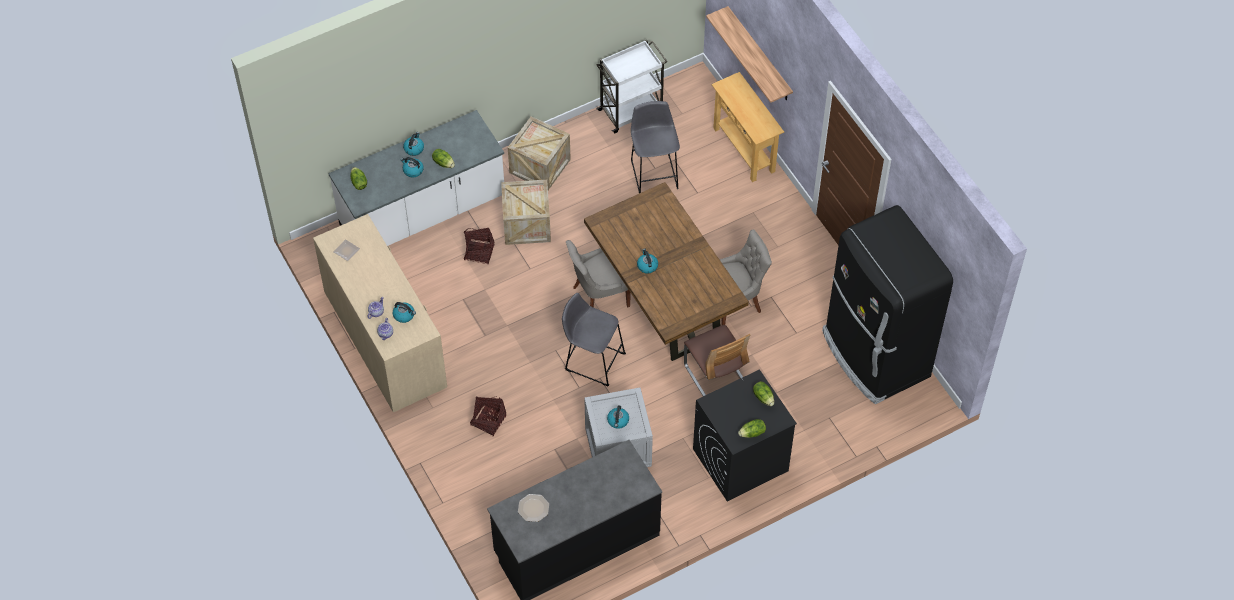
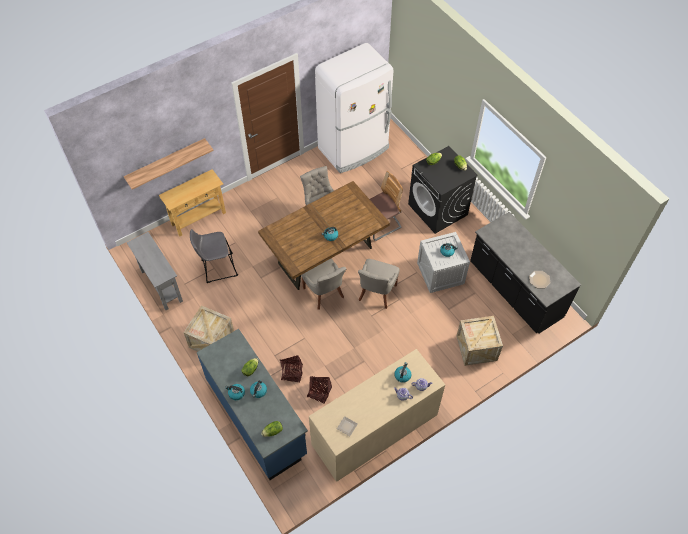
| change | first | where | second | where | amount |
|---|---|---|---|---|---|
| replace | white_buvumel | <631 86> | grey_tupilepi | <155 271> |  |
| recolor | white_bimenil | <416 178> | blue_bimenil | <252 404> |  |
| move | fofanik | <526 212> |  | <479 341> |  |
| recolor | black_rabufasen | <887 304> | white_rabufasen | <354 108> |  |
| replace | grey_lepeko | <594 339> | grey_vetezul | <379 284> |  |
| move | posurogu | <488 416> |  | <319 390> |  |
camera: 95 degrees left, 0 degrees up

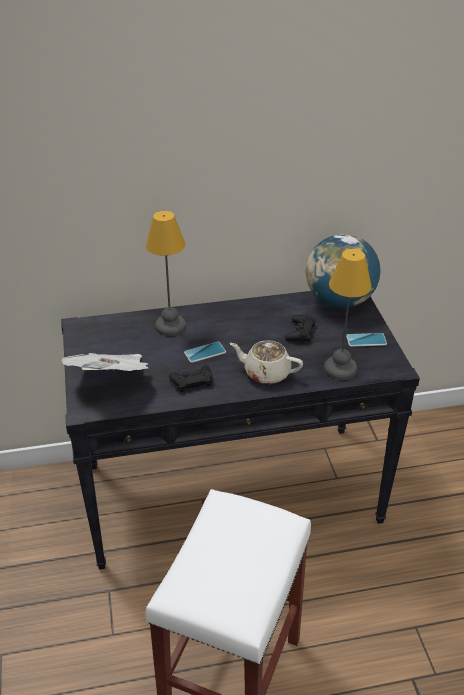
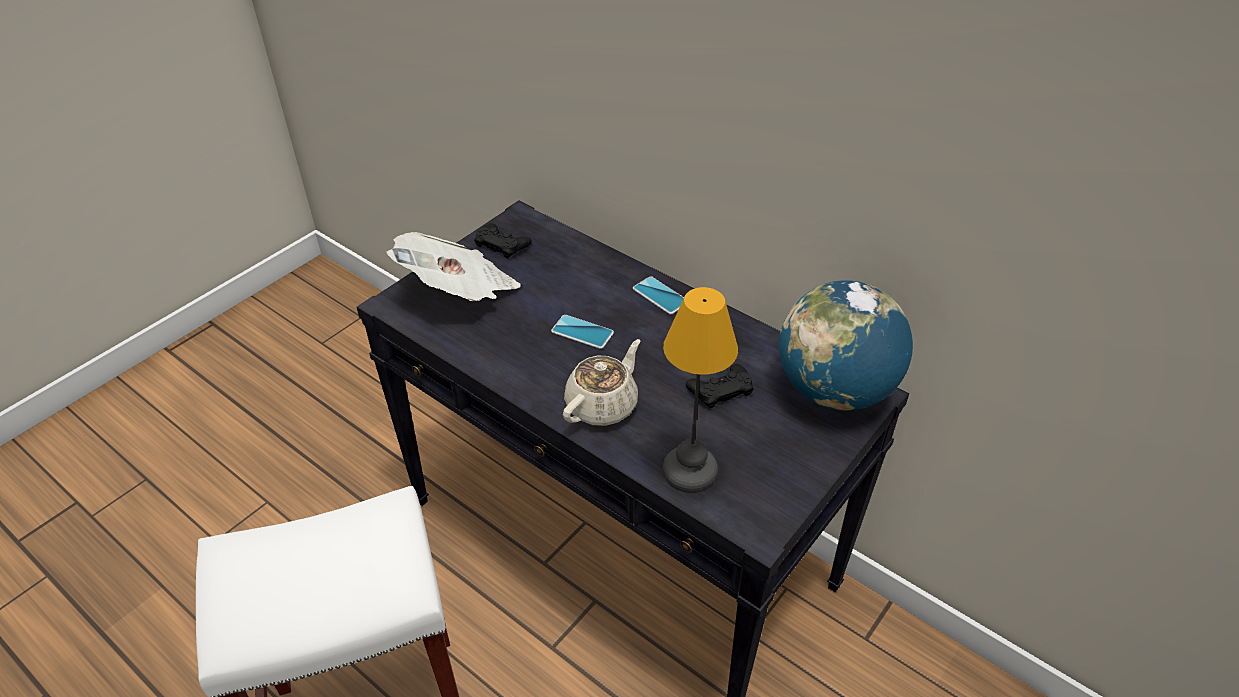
| change | first | where | second | where | amount |
|---|---|---|---|---|---|
| delete | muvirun | <166 273> |  |  |  |
| move | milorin | <366 340> |  | <658 295> |  |
| rotate | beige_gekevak | <266 362> |  | <601 382> | 60 degrees clockwise |
| move | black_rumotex | <190 379> |  | <503 240> |  |
camera: 50 degrees right, 5 degrees up

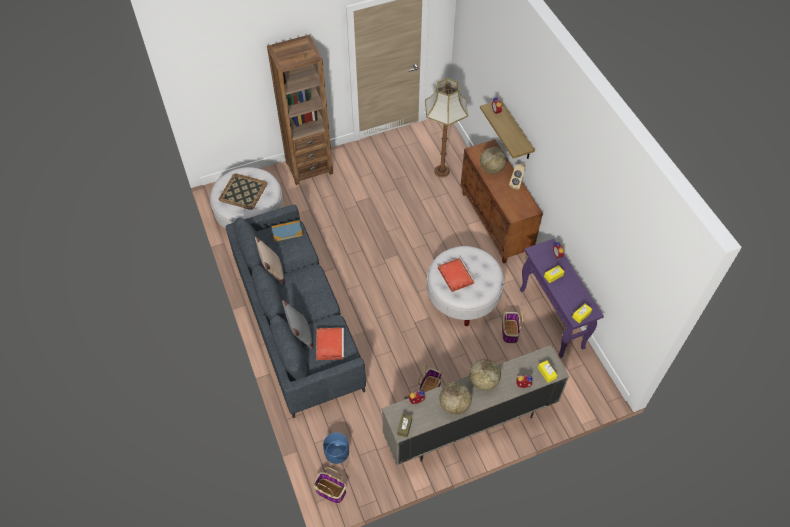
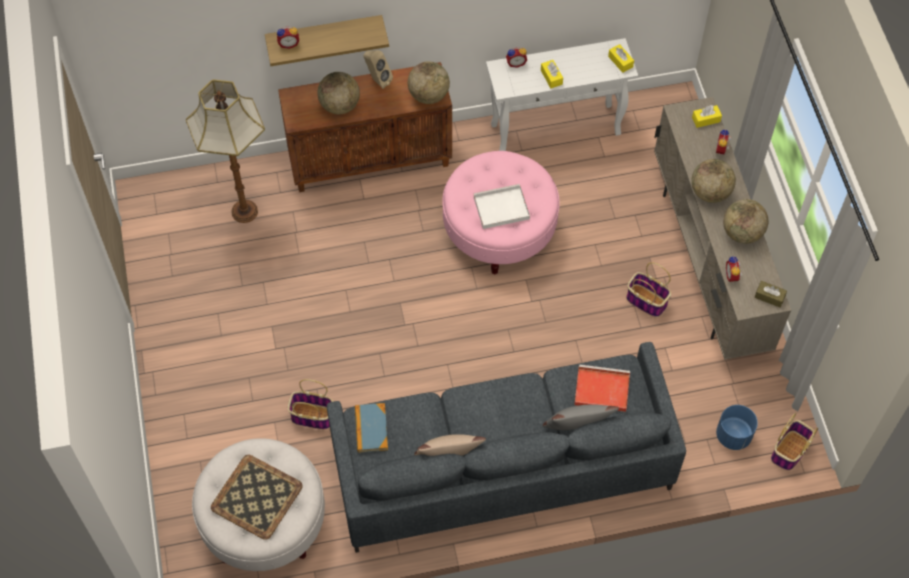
| change | first | where | second | where | amount |
|---|---|---|---|---|---|
| delete | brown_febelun | <300 110> |  |  |  |
| recolor | purple_tupilepi | <562 298> | white_tupilepi | <562 94> |  |
| recolor | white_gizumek | <465 286> | pink_gizumek | <501 212> |  |
| recolor | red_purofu | <456 275> | white_purofu | <502 206> |  |
| move | posurogu | <512 326> |  | <311 404> |  |
| insert |  |  | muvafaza | <429 82> |  |
camera: 80 degrees left, 5 degrees up

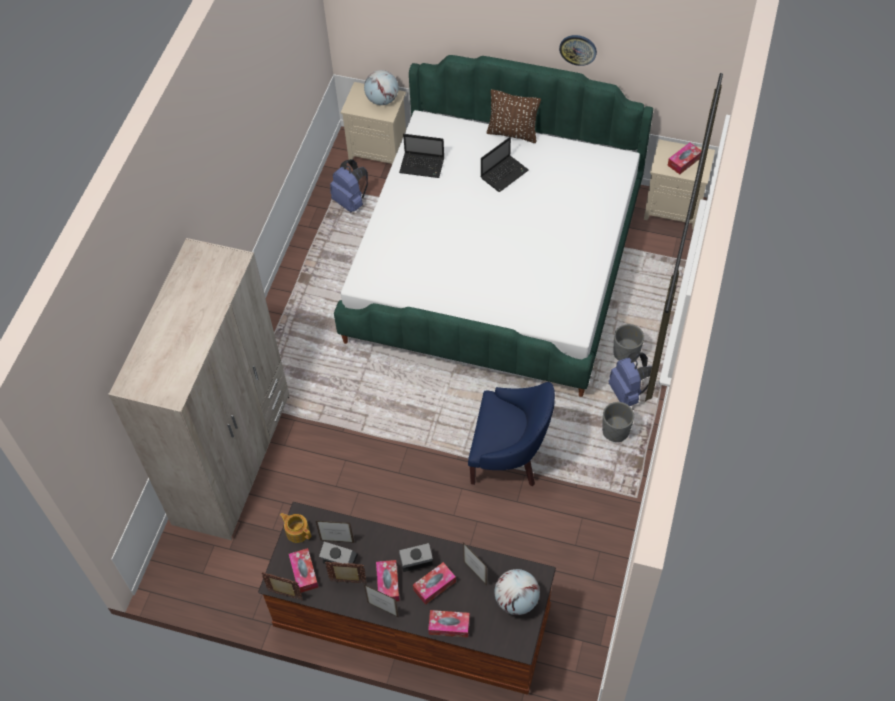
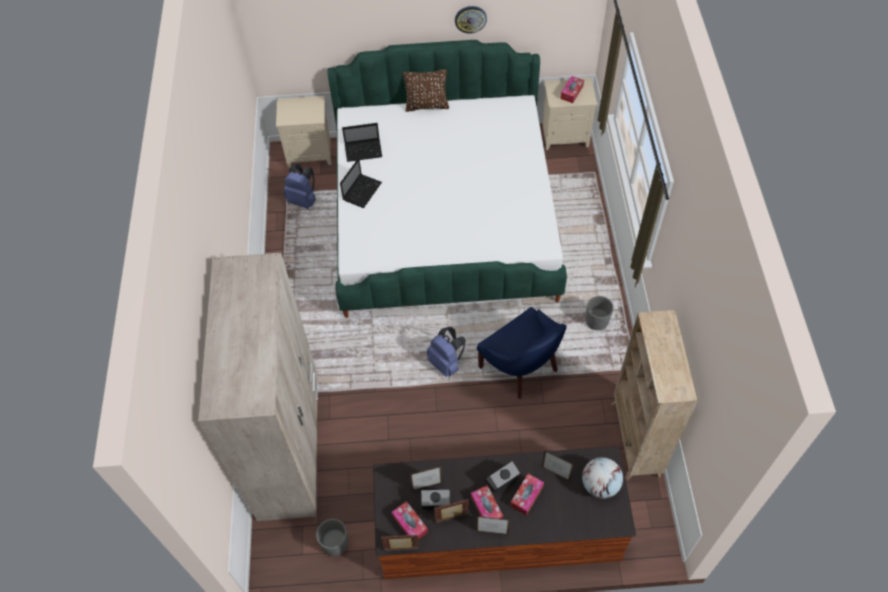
| change | first | where | second | where | amount |
|---|---|---|---|---|---|
| delete | muvafaza | <381 87> |  |  |  |
| move | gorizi | <505 164> |  | <361 183> |  |
| move | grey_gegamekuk | <628 342> |  | <332 537> |  |
| move | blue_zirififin | <630 379> |  | <446 352> |  |
| rotate | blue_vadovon | <511 434> |  | <522 353> | 60 degrees clockwise |
| delete | gekevak | <295 528> |  |  |  |
| delete | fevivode | <449 624> |  |  |  |
| insert |  |  | beige_febelun | <654 395> |  |
camera: 20 degrees left, 0 degrees up

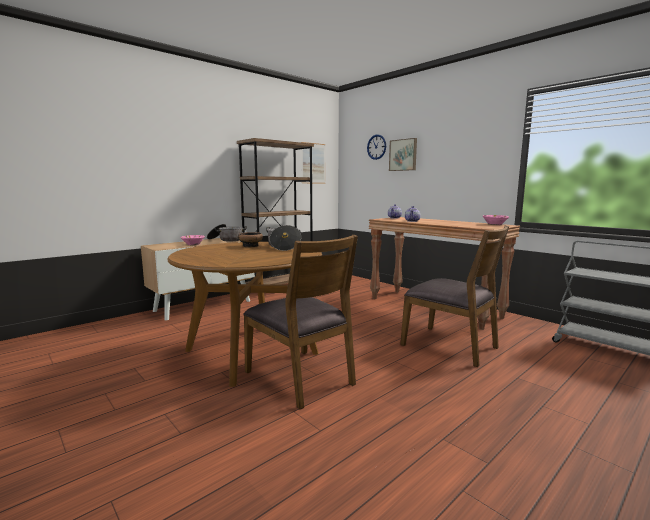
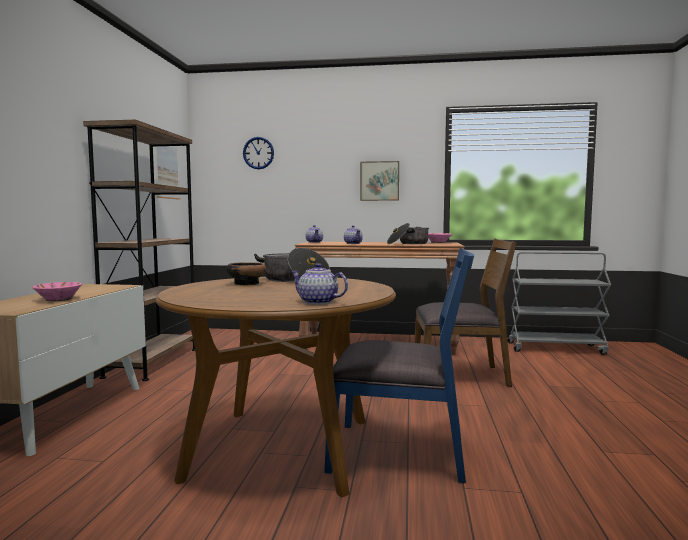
| change | first | where | second | where | amount |
|---|---|---|---|---|---|
| move | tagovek | <403 154> |  | <379 181> |  |
| move | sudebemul | <227 232> |  | <408 233> |  |
| recolor | brown_vetezul | <300 322> | blue_vetezul | <399 365> |  |
| insert |  |  | gekevak | <319 283> |  |
camera: 40 degrees left, 5 degrees down

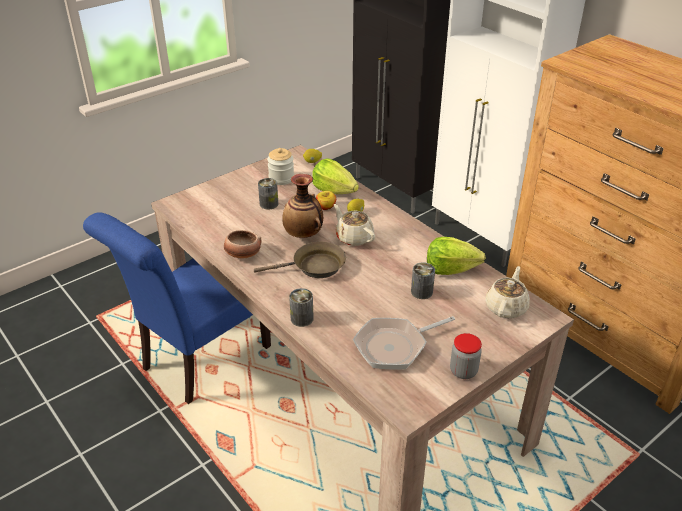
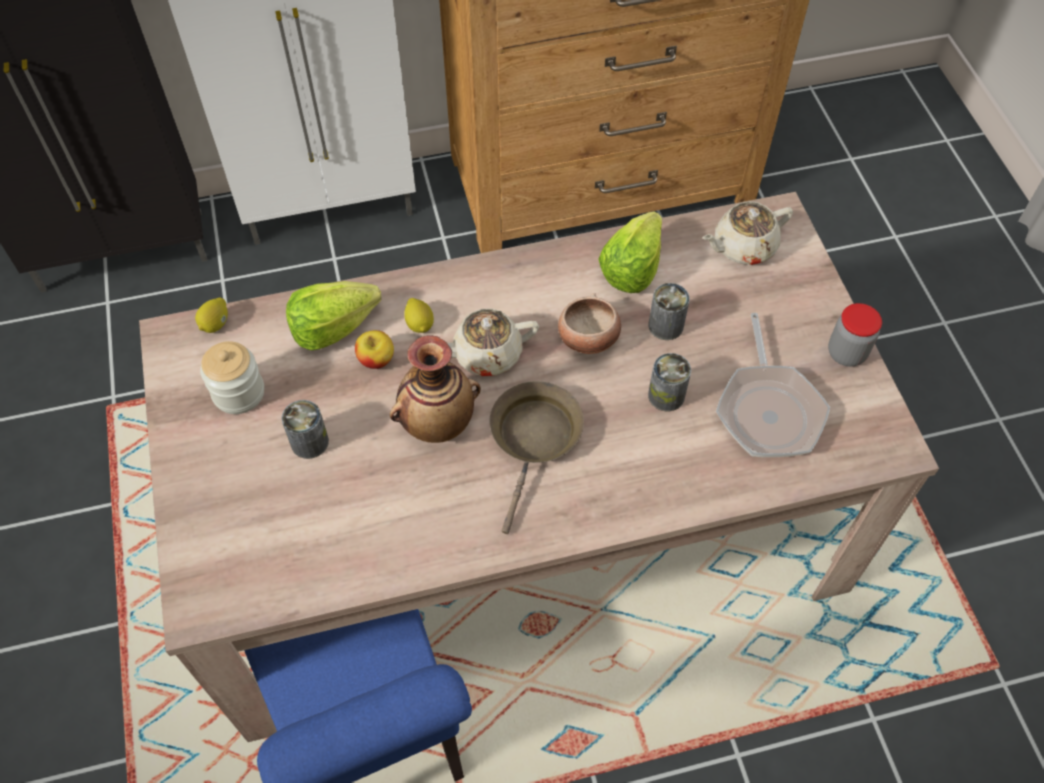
| change | first | where | second | where | amount |
|---|---|---|---|---|---|
| move | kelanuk | <243 244> |  | <589 323> |  |
| rotate | beige_gekevak | <507 292> |  | <747 233> | 75 degrees counterclockwise |
| move | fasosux | <301 307> |  | <669 382> |  |
camera: 65 degrees left, 20 degrees up

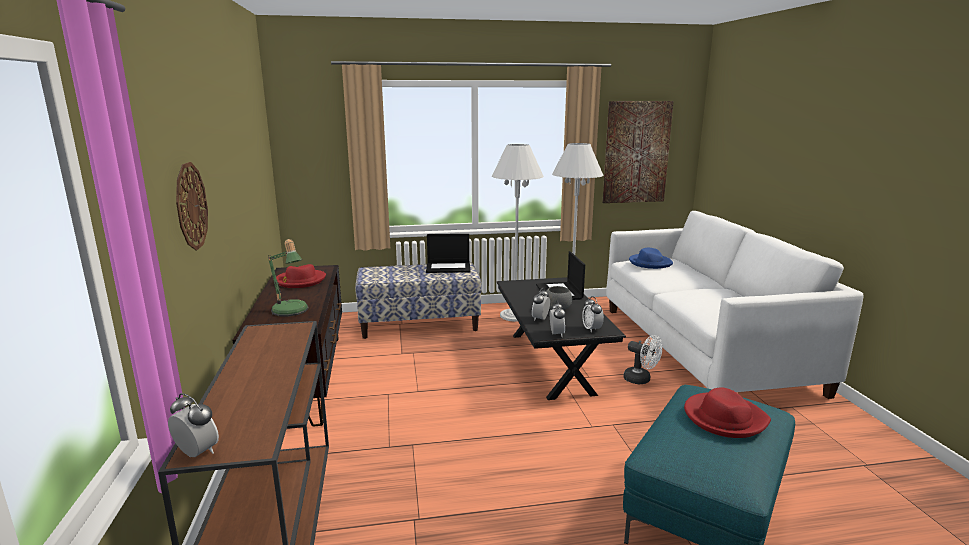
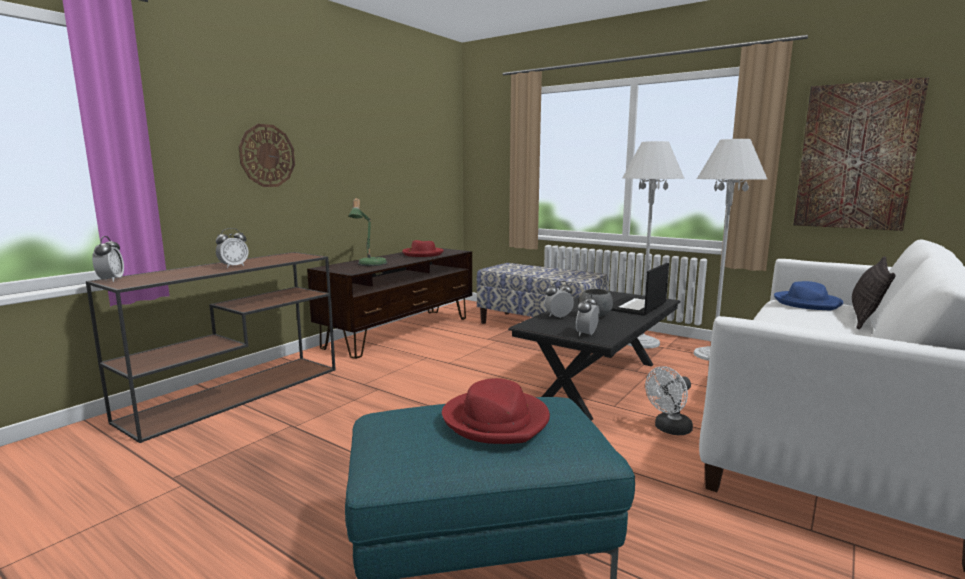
| change | first | where | second | where | amount |
|---|---|---|---|---|---|
| delete | gorizi | <448 253> |  |  |  |
| move | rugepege | <557 318> |  | <232 248> |  |
| rotate | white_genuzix | <642 359> |  | <669 400> | 60 degrees clockwise |
| insert |  |  | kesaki | <874 292> |  |
camera: 45 degrees right, 5 degrees down

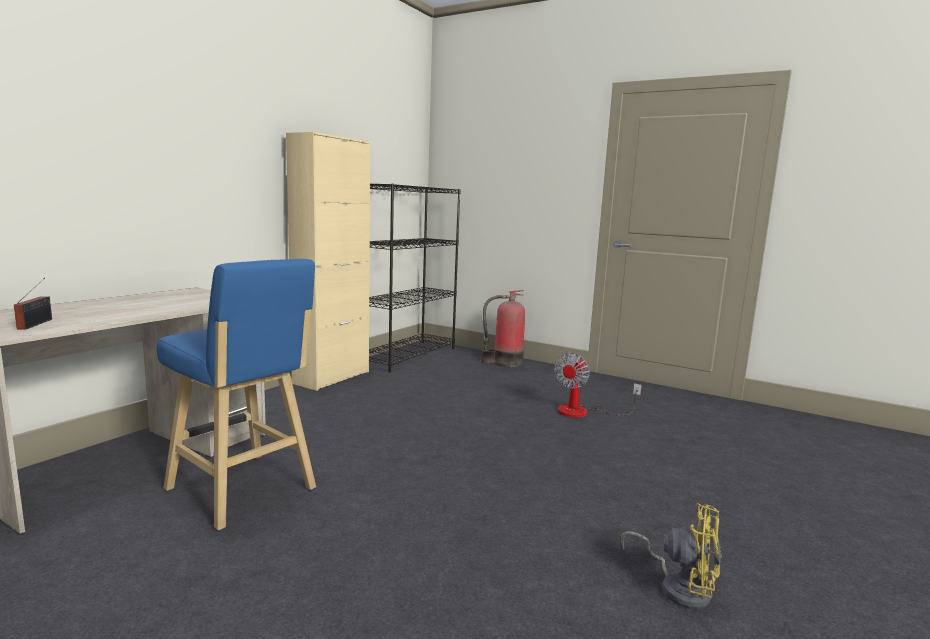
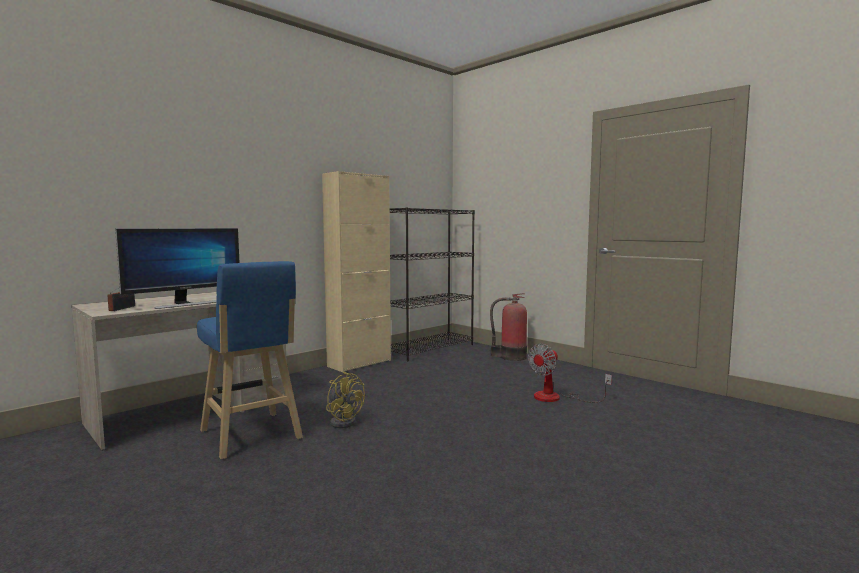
| change | first | where | second | where | amount |
|---|---|---|---|---|---|
| move | yellow_genuzix | <670 556> |  | <345 400> |  |
| insert |  |  | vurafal | <177 268> |  |
camera: 15 degrees right, 5 degrees down

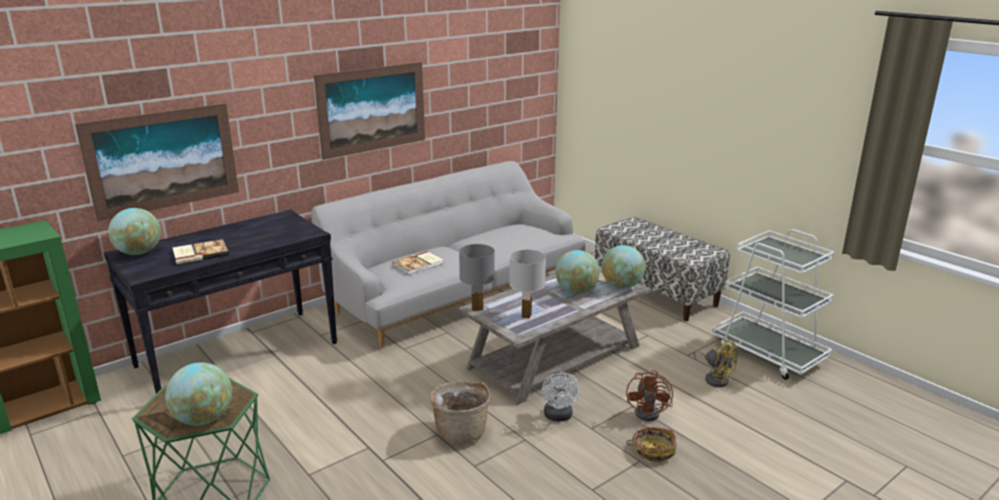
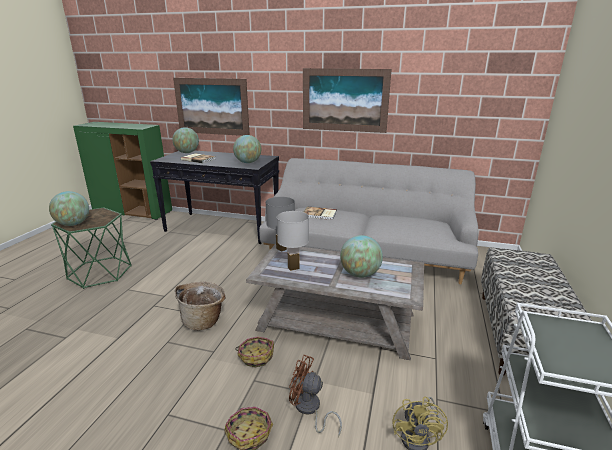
| change | first | where | second | where | amount |
|---|---|---|---|---|---|
| move | muvafaza | <623 266> |  | <247 149> |  |
| rotate | brown_genuzix | <649 395> |  | <315 396> | 45 degrees clockwise |
| replace | white_genuzix | <561 396> | posurogu | <254 352> |  |
camera: 55 degrees right, 0 degrees up

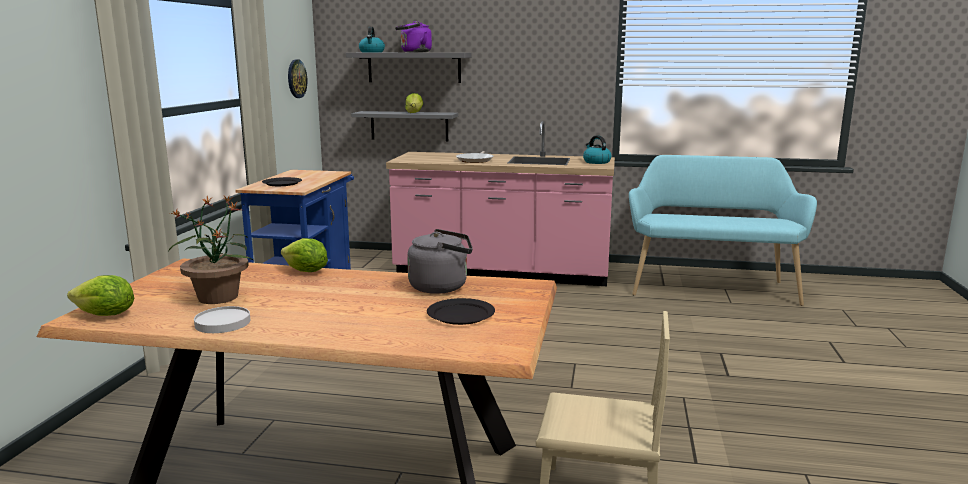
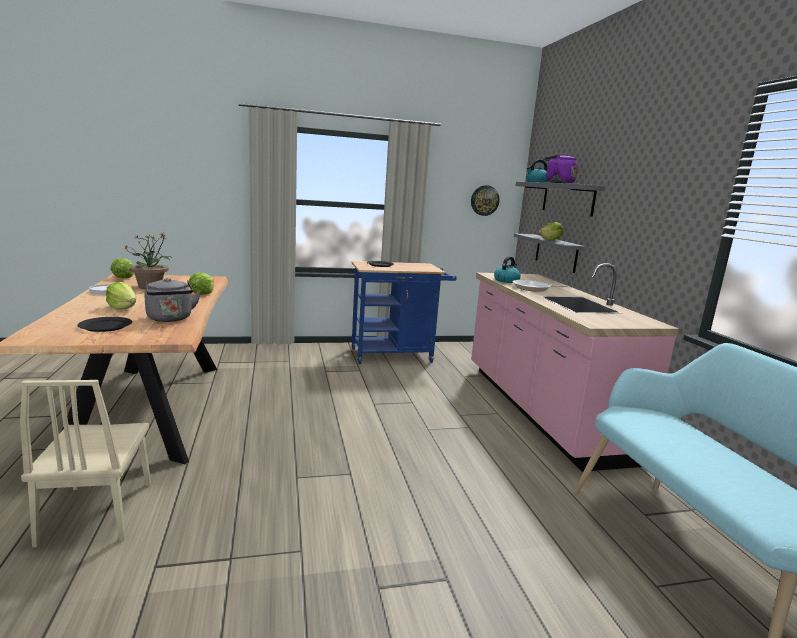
| change | first | where | second | where | amount |
|---|---|---|---|---|---|
| move | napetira | <597 149> |  | <507 269> |  |
| insert |  |  | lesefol | <121 296> |  |
camera: 65 degrees right, 0 degrees up

